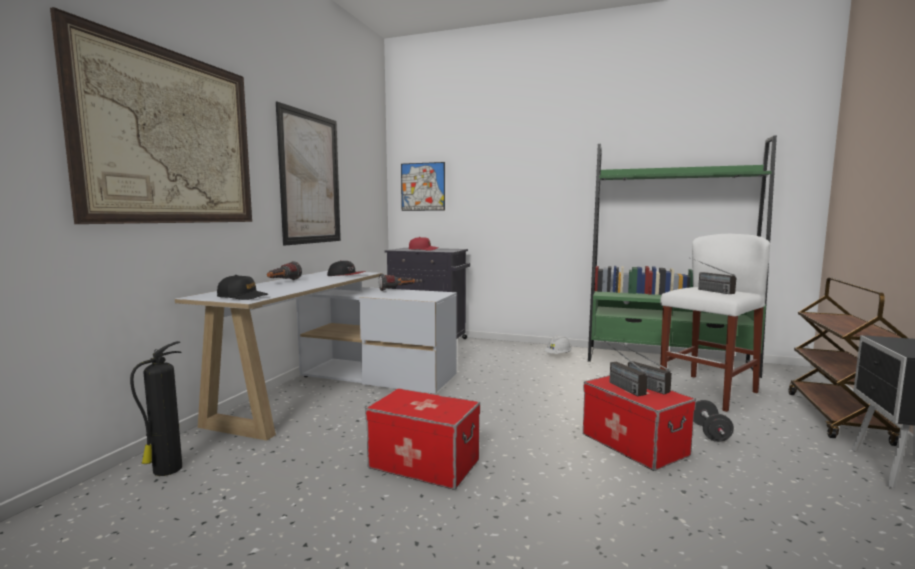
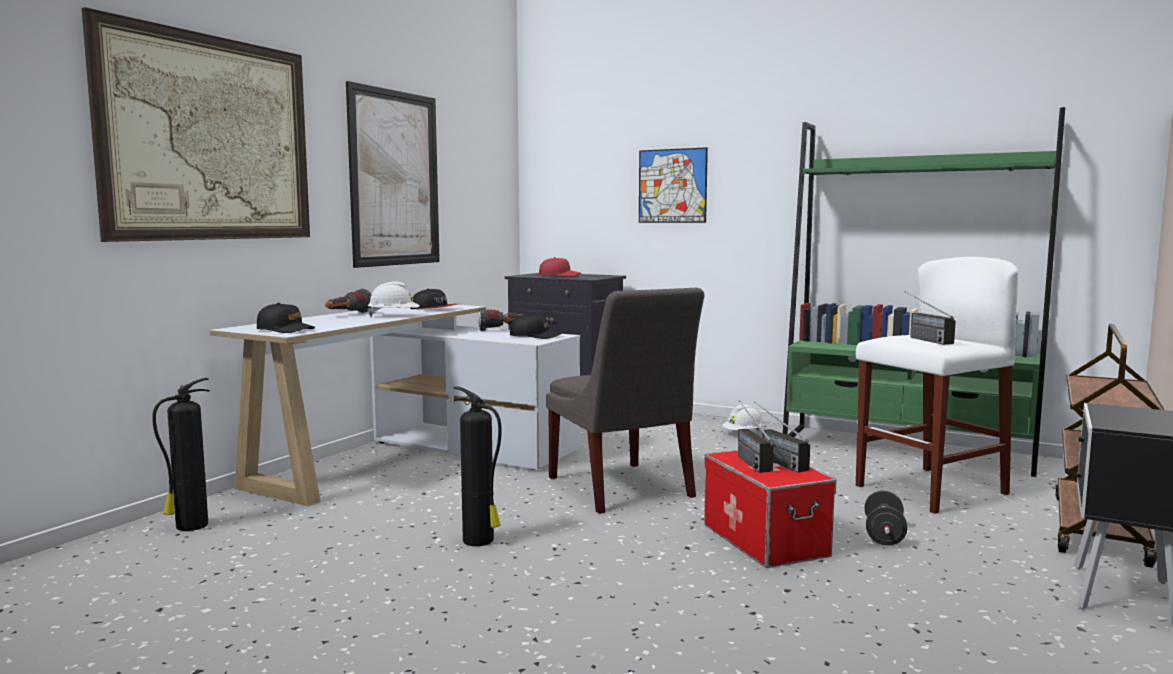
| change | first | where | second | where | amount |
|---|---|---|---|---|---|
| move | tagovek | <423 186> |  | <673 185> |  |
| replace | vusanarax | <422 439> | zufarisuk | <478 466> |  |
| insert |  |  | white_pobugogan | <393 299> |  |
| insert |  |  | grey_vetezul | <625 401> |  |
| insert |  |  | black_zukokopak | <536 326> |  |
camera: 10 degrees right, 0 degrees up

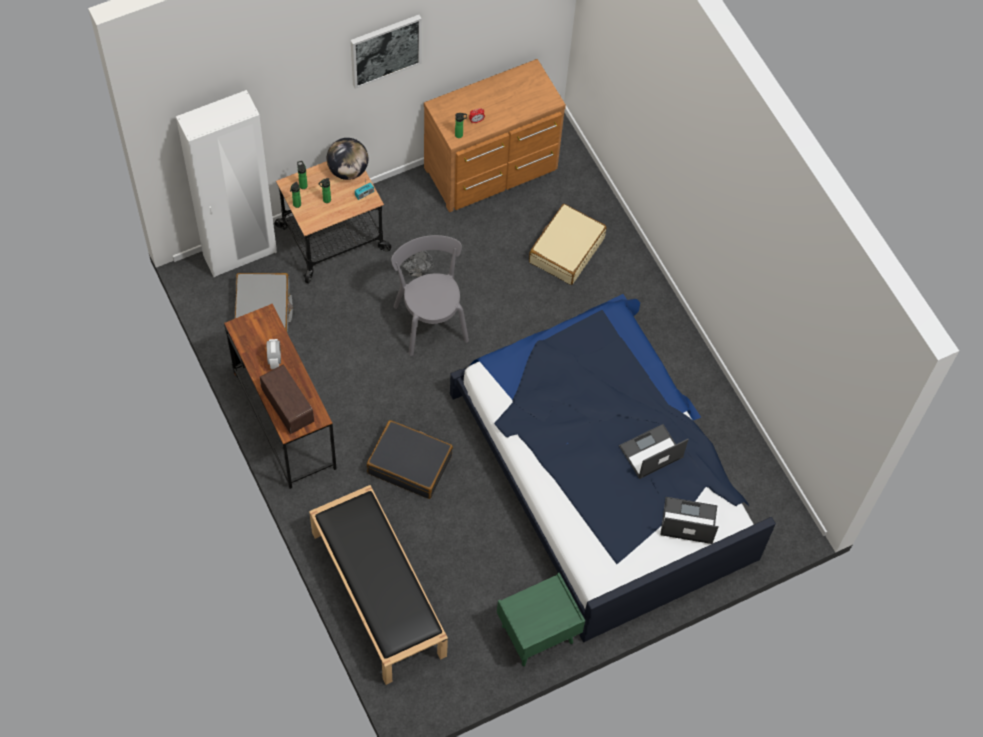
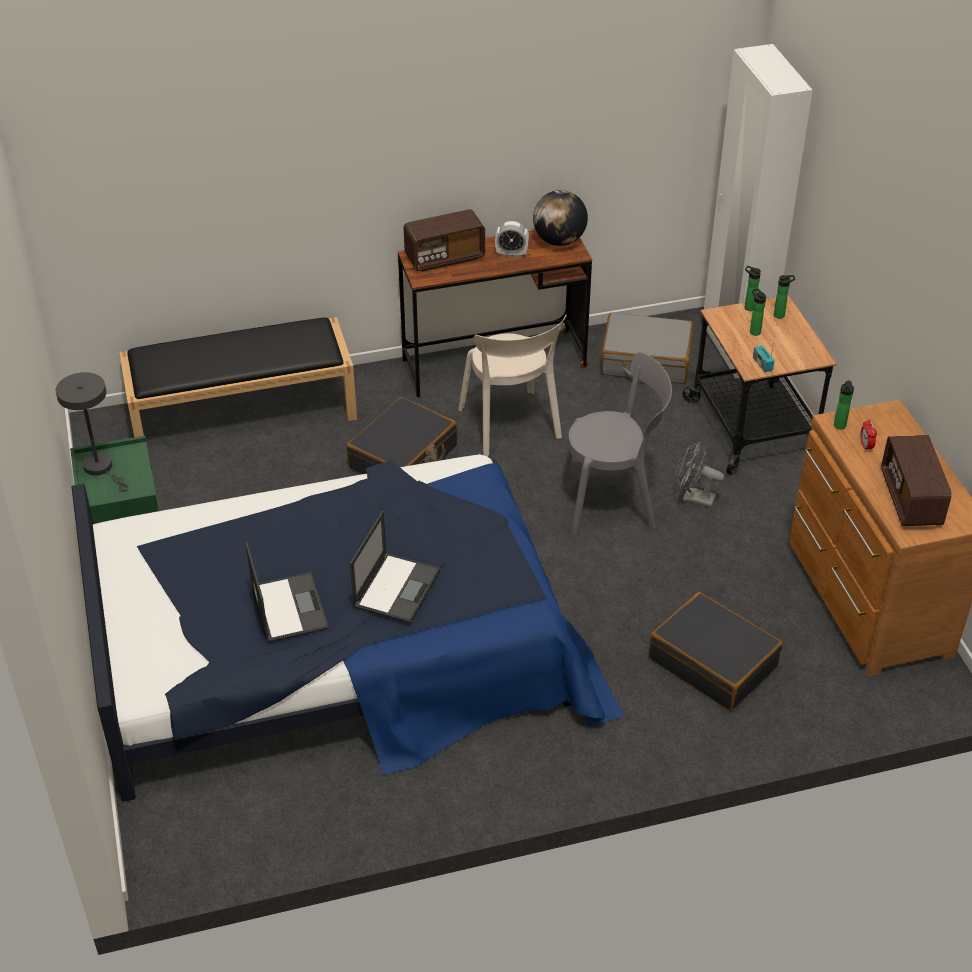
| change | first | where | second | where | amount |
|---|---|---|---|---|---|
| delete | tagovek | <386 52> |  |  |  |
| move | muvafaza | <347 159> |  | <560 218> |  |
| recolor | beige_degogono | <568 244> | black_degogono | <716 651> |  |
| move | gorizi | <689 520> |  | <395 567> |  |
| insert |  |  | beige_vetezul | <512 385> |  |
| insert |  |  | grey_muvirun | <92 432> |  |
| insert |  |  | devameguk | <916 480> |  |
camera: 105 degrees right, 20 degrees down

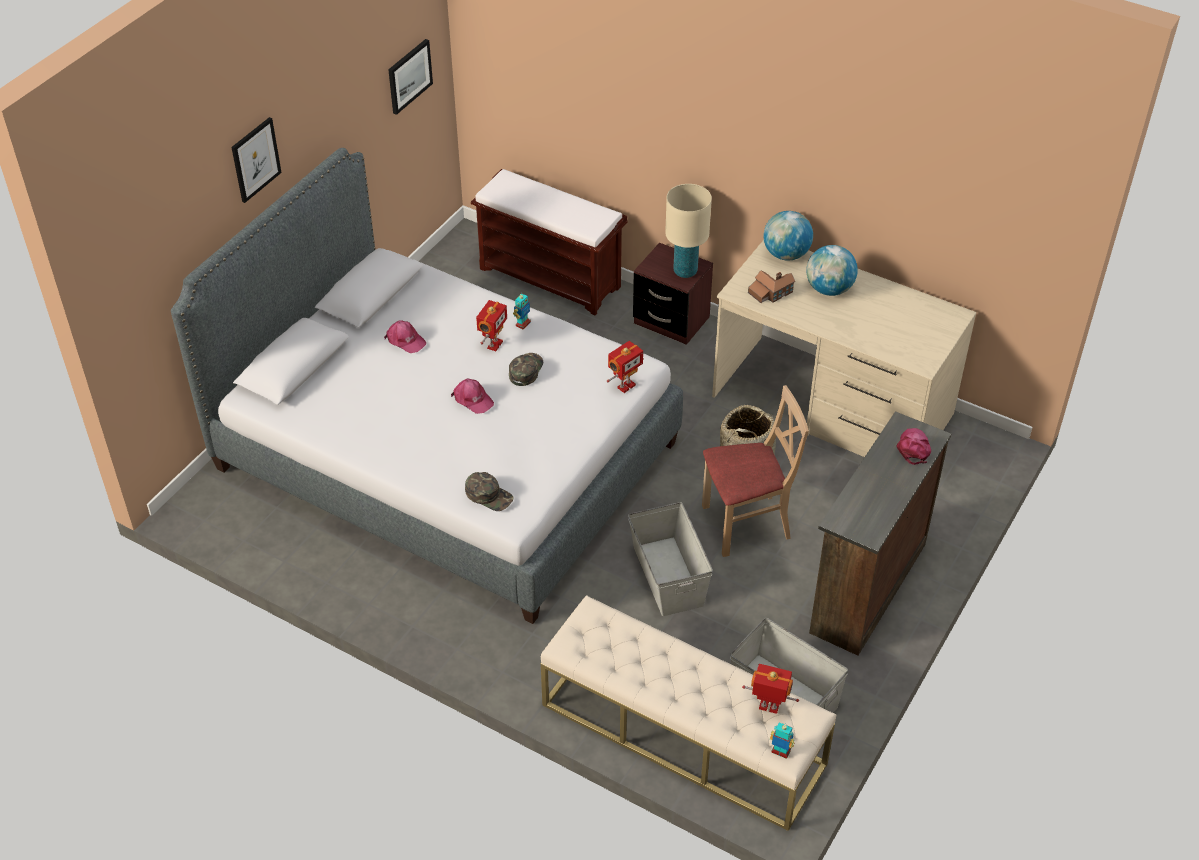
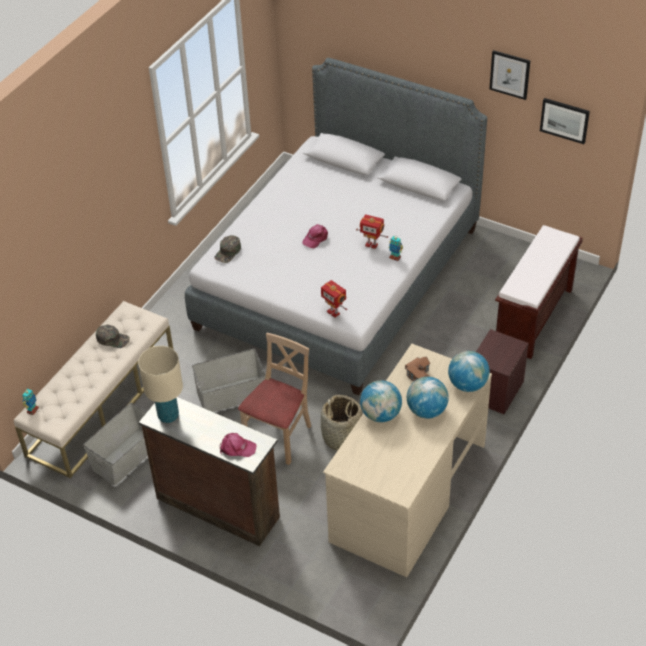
| change | first | where | second | where | amount |
|---|---|---|---|---|---|
| move | tagovek | <256 160> |  | <509 75> |  |
| move | beige_muvirun | <688 231> |  | <160 384> |  |
| delete | pink_zukokopak | <405 336> |  |  |  |
| move | green_zukokopak | <526 369> |  | <113 336> |  |
| rotate | beige_vetezul | <755 471> |  | <274 399> | 135 degrees counterclockwise |
| delete | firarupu | <770 689> |  |  |  |
| insert |  |  | muvafaza | <381 401> |  |
camera: 90 degrees right, 0 degrees up

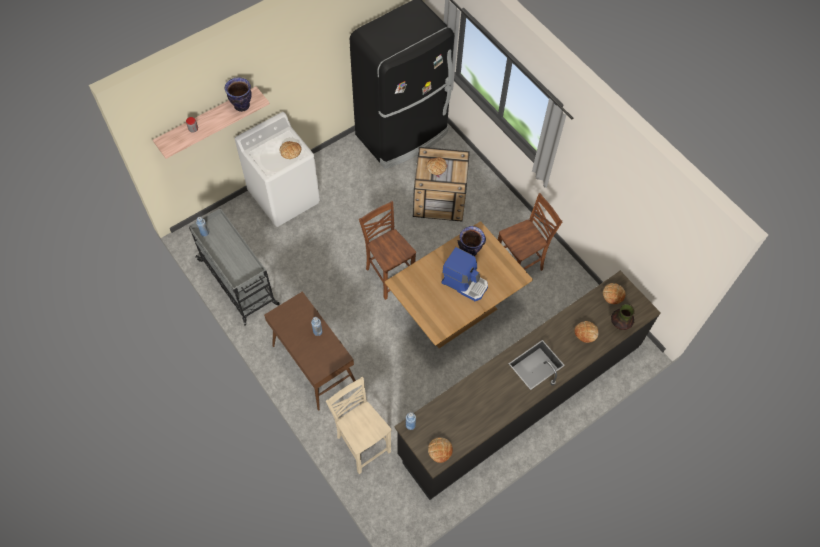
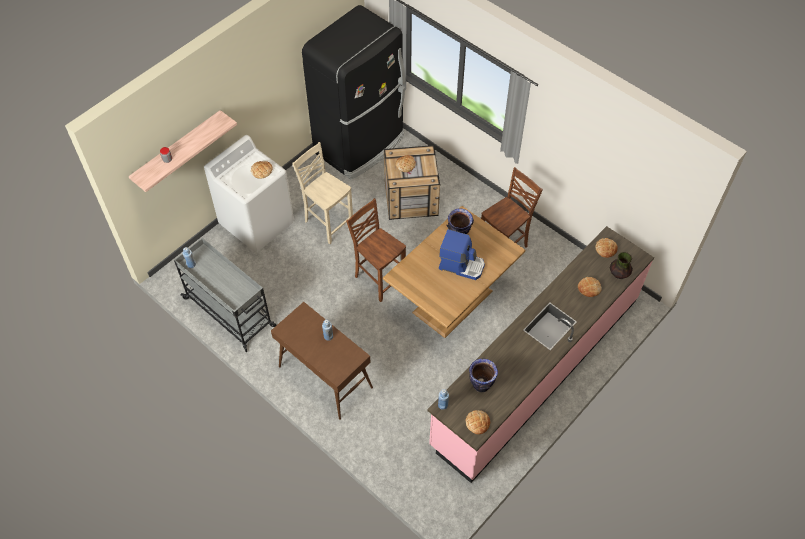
| change | first | where | second | where | amount |
|---|---|---|---|---|---|
| move | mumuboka | <238 94> |  | <483 375> |  |
| recolor | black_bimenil | <528 385> | pink_bimenil | <540 354> |  |
| move | beige_vetezul | <358 425> |  | <322 193> |  |
camera: 10 degrees left, 5 degrees down

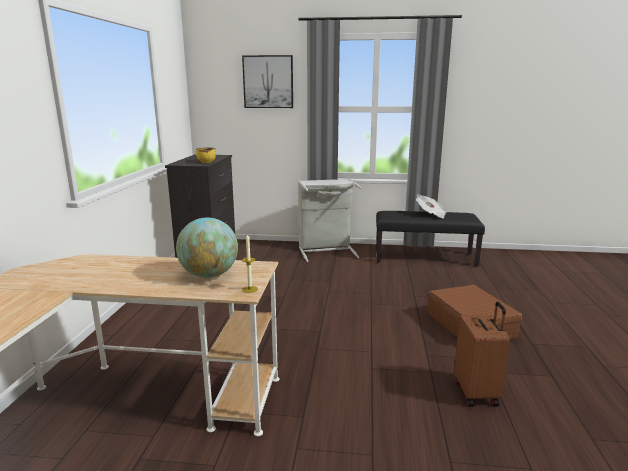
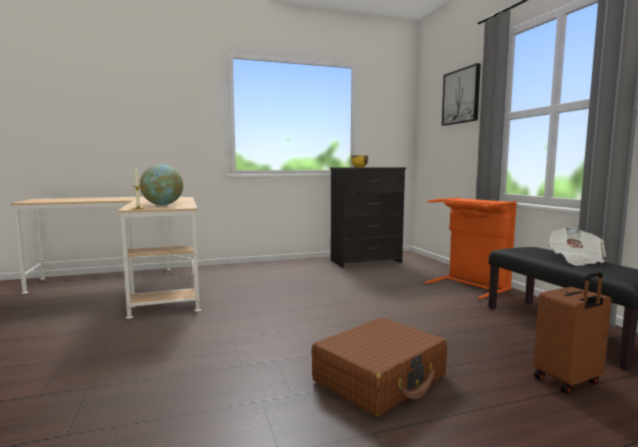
| change | first | where | second | where | amount |
|---|---|---|---|---|---|
| recolor | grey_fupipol | <330 220> | orange_fupipol | <470 248> |  |
| move | brown_degogono | <482 354> |  | <573 333> |  |
camera: 65 degrees right, 10 degrees down

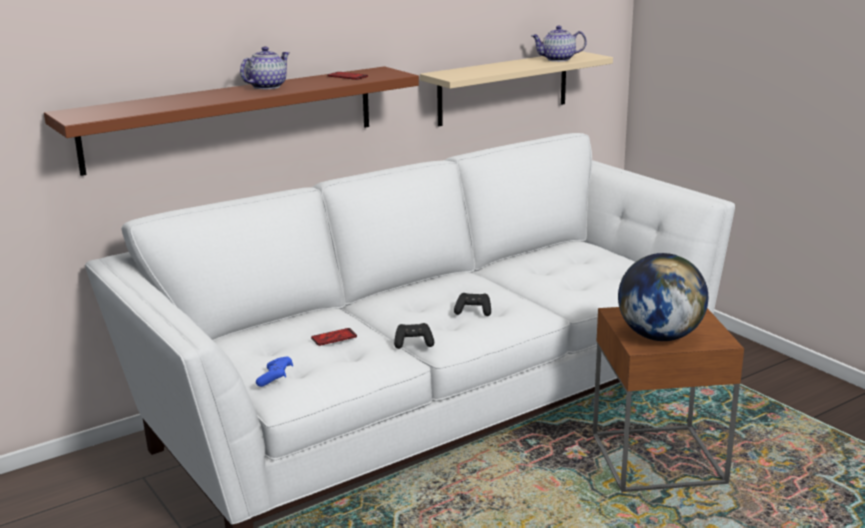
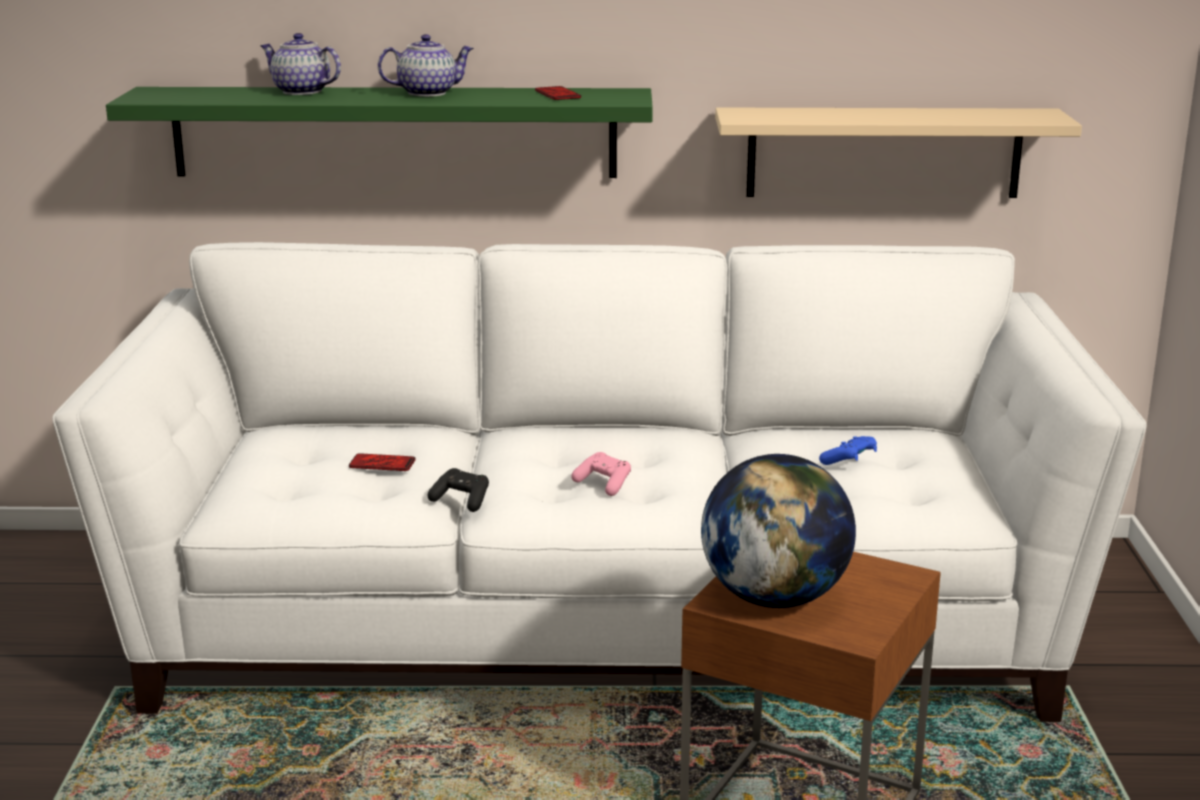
| change | first | where | second | where | amount |
|---|---|---|---|---|---|
| move | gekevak | <559 44> |  | <301 64> |  |
| recolor | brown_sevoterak | <231 121> | green_sevoterak | <379 132> |  |
| recolor | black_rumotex | <472 304> | pink_rumotex | <601 474> |  |
| move | blue_rumotex | <274 372> |  | <848 450> |  |
camera: 35 degrees right, 0 degrees up

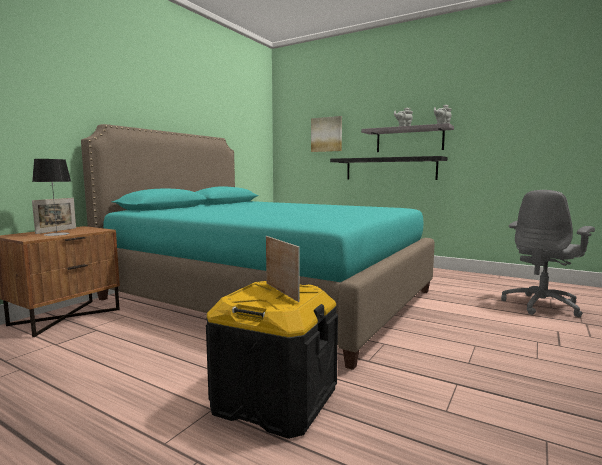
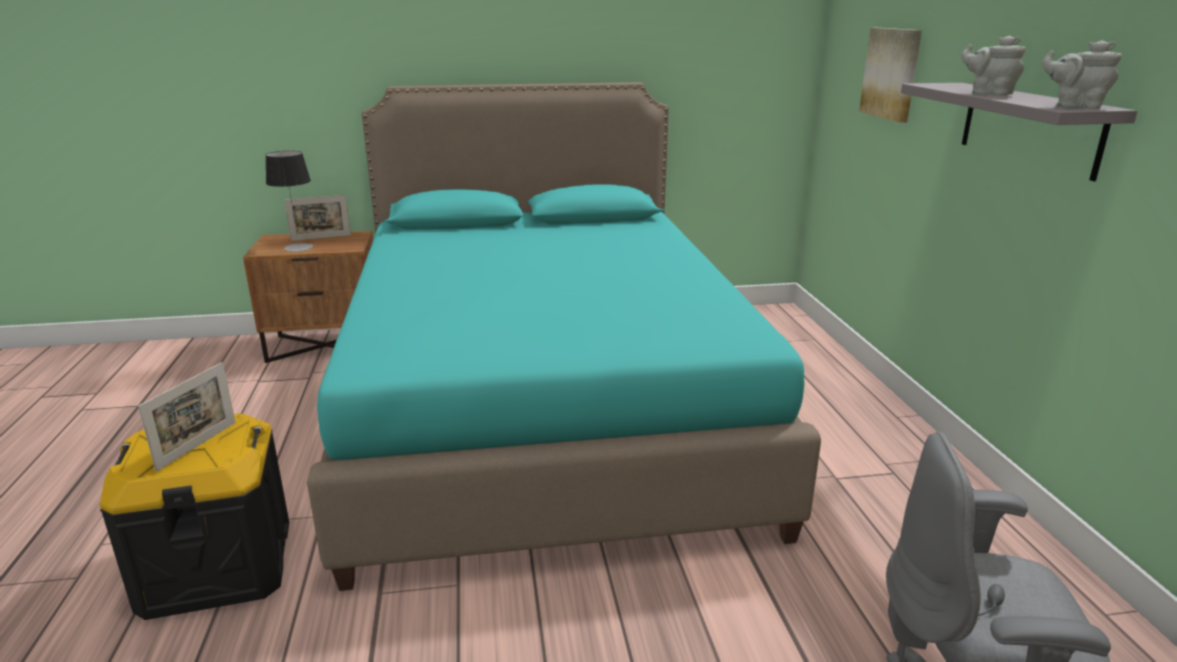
| change | first | where | second | where | amount |
|---|---|---|---|---|---|
| delete | black_sevoterak | <388 168> |  |  |  |
camera: 50 degrees right, 15 degrees up

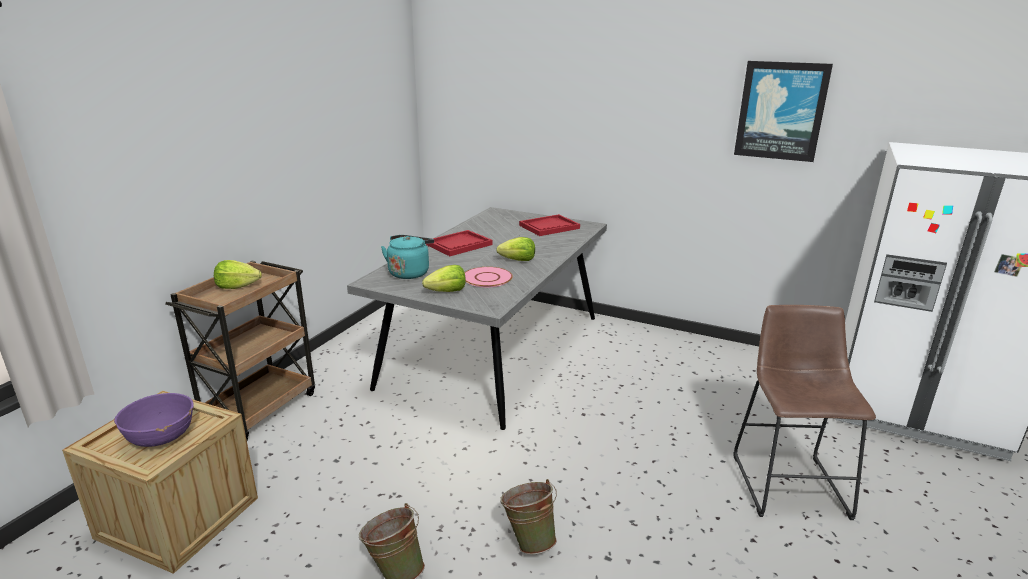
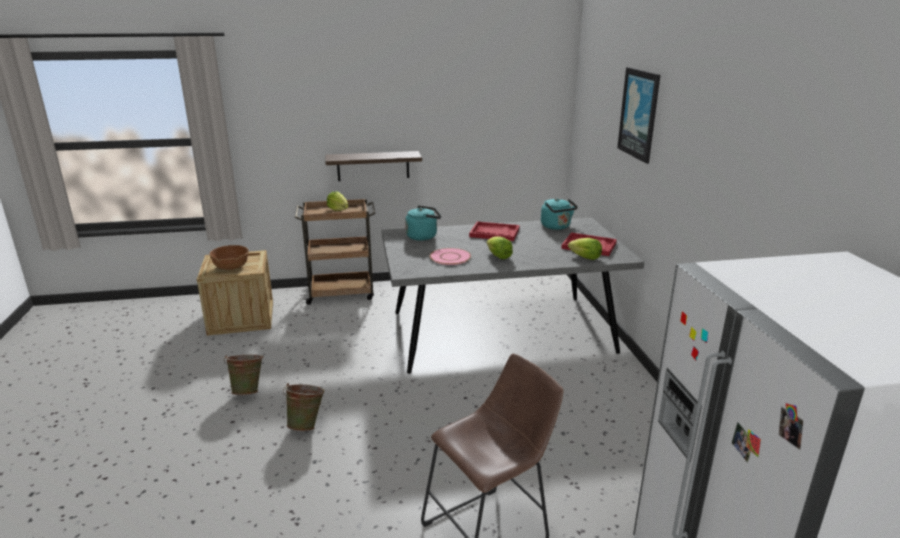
| change | first | where | second | where | amount |
|---|---|---|---|---|---|
| move | tagovek | <783 111> |  | <638 115> |  |
| move | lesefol | <444 278> |  | <585 249> |  |
| recolor | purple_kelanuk | <154 420> | brown_kelanuk | <229 257> |  |
| insert |  |  | sevoterak | <373 166> |  |
| insert |  |  | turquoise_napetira | <559 214> |  |
camera: 55 degrees right, 0 degrees up

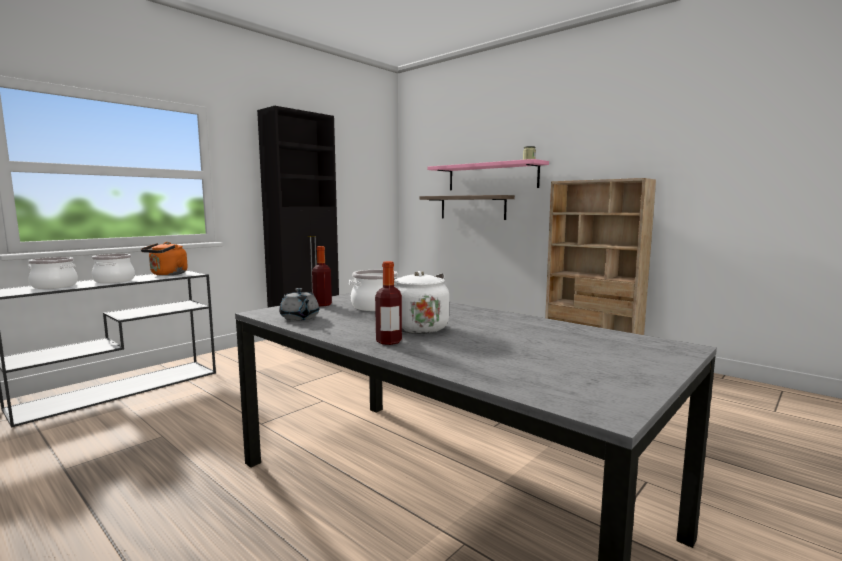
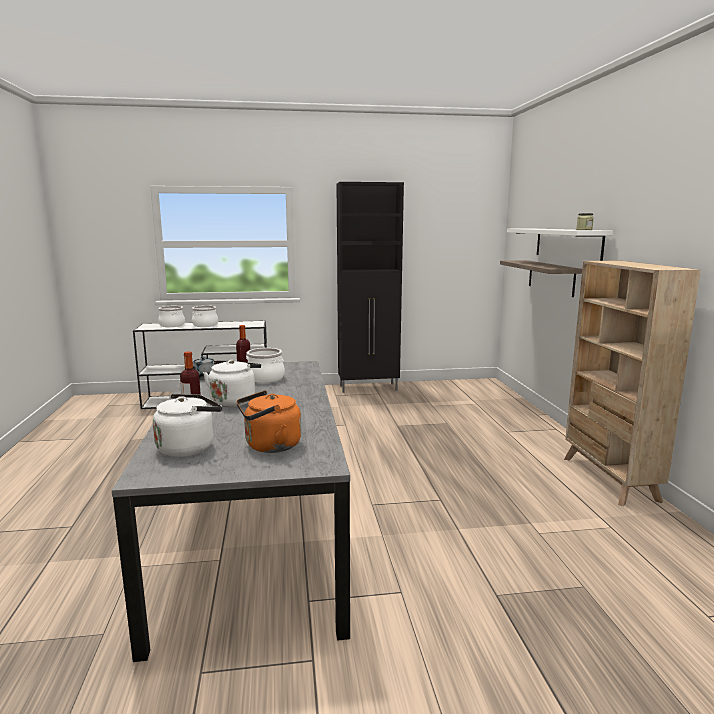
| change | first | where | second | where | amount |
|---|---|---|---|---|---|
| recolor | pink_sevoterak | <488 174> | white_sevoterak | <560 245> |  |
| move | orange_napetira | <164 259> |  | <268 421> |  |
| insert |  |  | white_napetira | <187 425> |  |
camera: 40 degrees right, 5 degrees up

